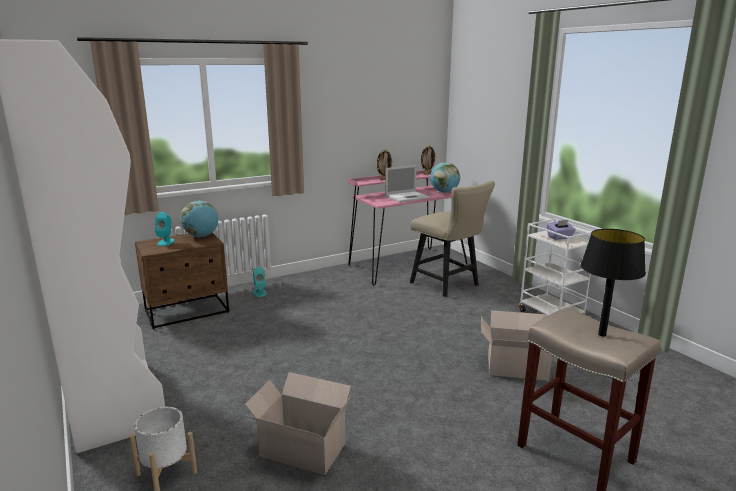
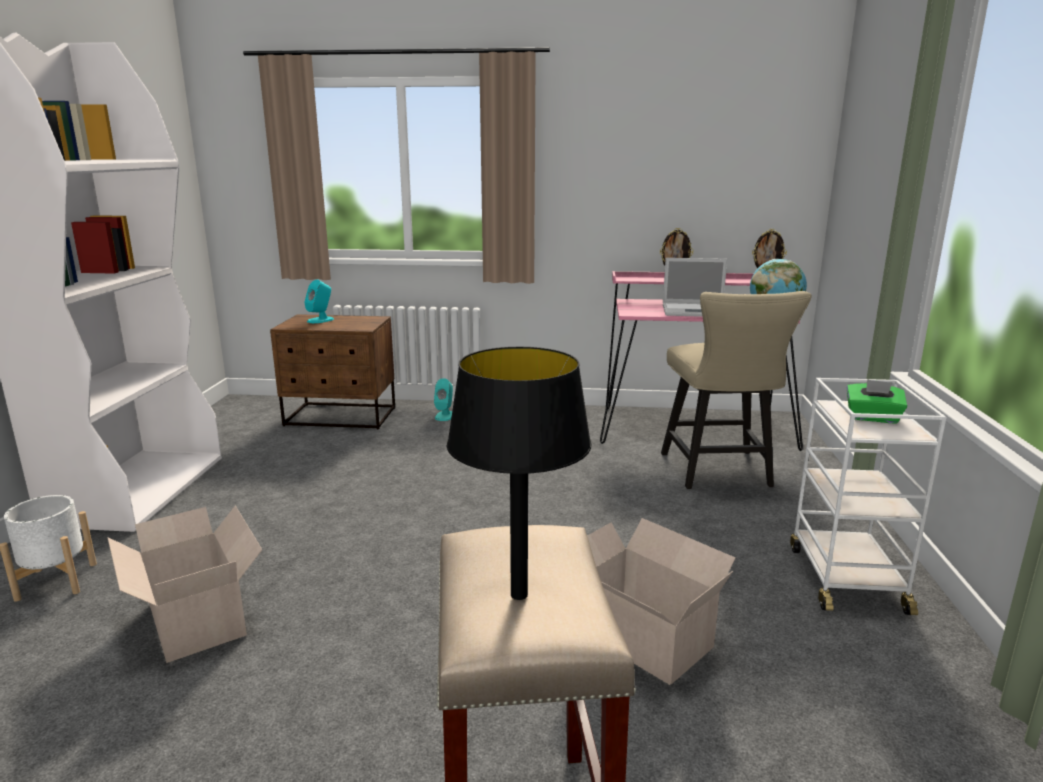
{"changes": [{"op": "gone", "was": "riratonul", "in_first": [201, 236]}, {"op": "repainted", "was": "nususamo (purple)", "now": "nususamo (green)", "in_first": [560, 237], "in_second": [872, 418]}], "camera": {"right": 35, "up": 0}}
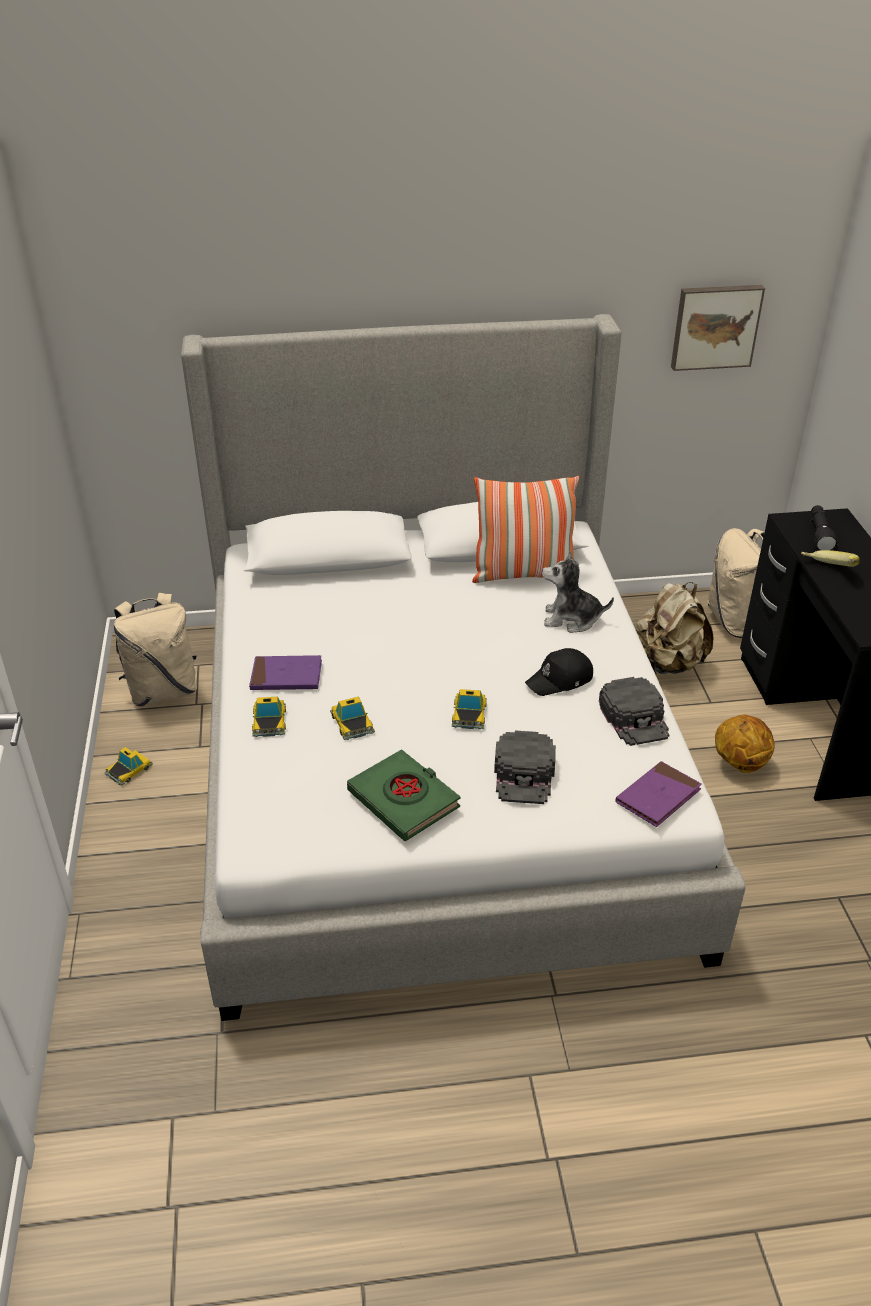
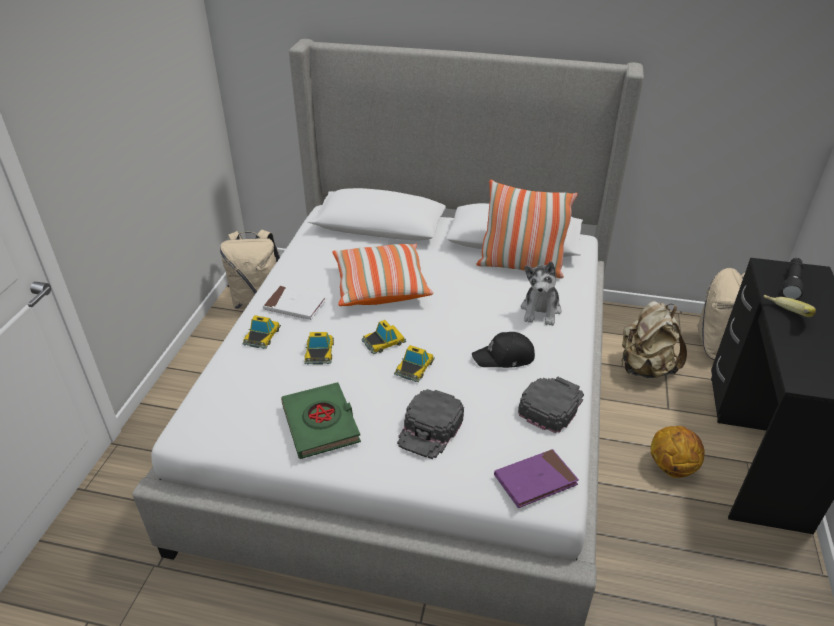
{"changes": [{"op": "gone", "was": "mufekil", "in_first": [715, 326]}, {"op": "new", "now": "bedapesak", "in_second": [380, 287]}, {"op": "shifted", "was": "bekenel", "in_first": [129, 769], "in_second": [383, 341]}, {"op": "repainted", "was": "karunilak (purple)", "now": "karunilak (white)", "in_first": [286, 676], "in_second": [295, 305]}, {"op": "rotated", "was": "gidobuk", "in_first": [571, 619], "in_second": [541, 310], "clockwise": -105}, {"op": "rotated", "was": "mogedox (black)", "in_first": [634, 717], "in_second": [551, 404], "clockwise": -150}], "camera": {"right": 20, "up": 0}}
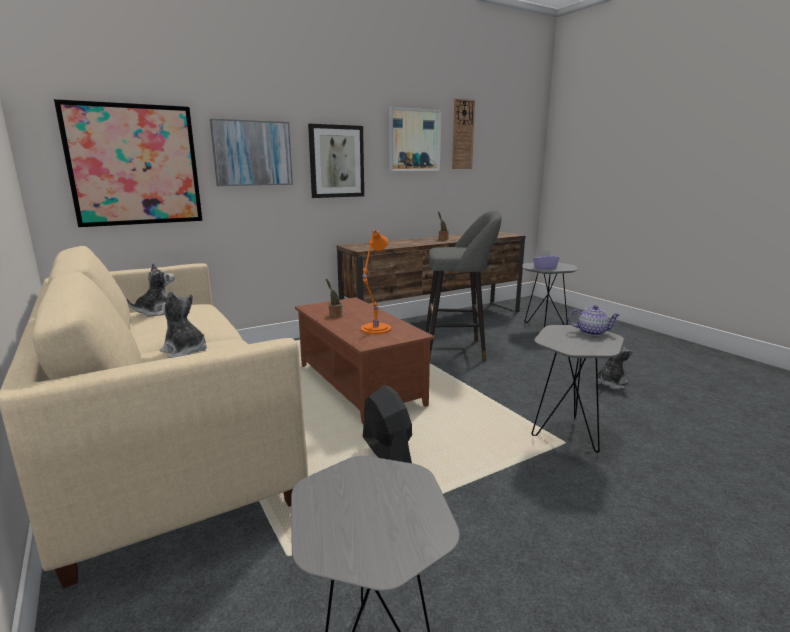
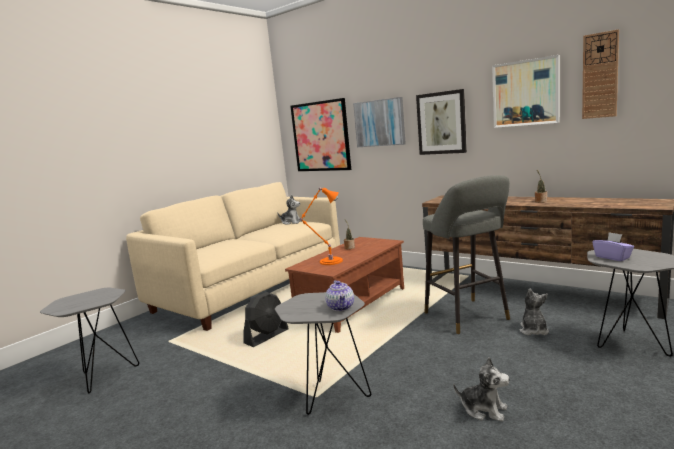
{"changes": [{"op": "shifted", "was": "gidobuk", "in_first": [185, 351], "in_second": [533, 330]}], "camera": {"right": 70, "up": -5}}
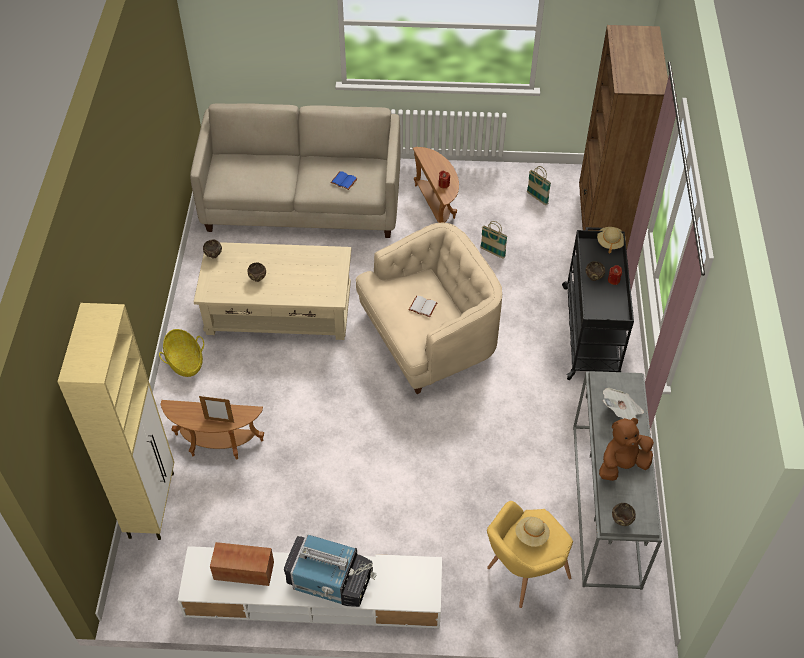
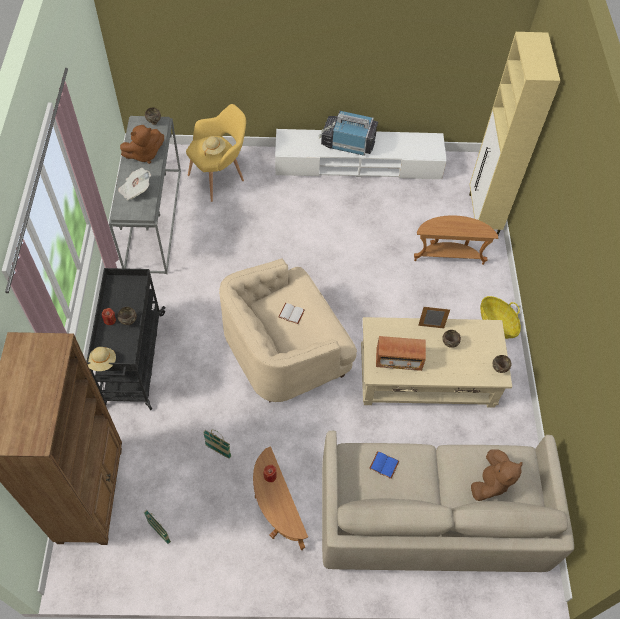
{"changes": [{"op": "new", "now": "gidobuk (brown)", "in_second": [490, 483]}, {"op": "shifted", "was": "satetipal", "in_first": [219, 420], "in_second": [431, 326]}, {"op": "shifted", "was": "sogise", "in_first": [244, 571], "in_second": [398, 360]}], "camera": {"right": 175, "up": 5}}
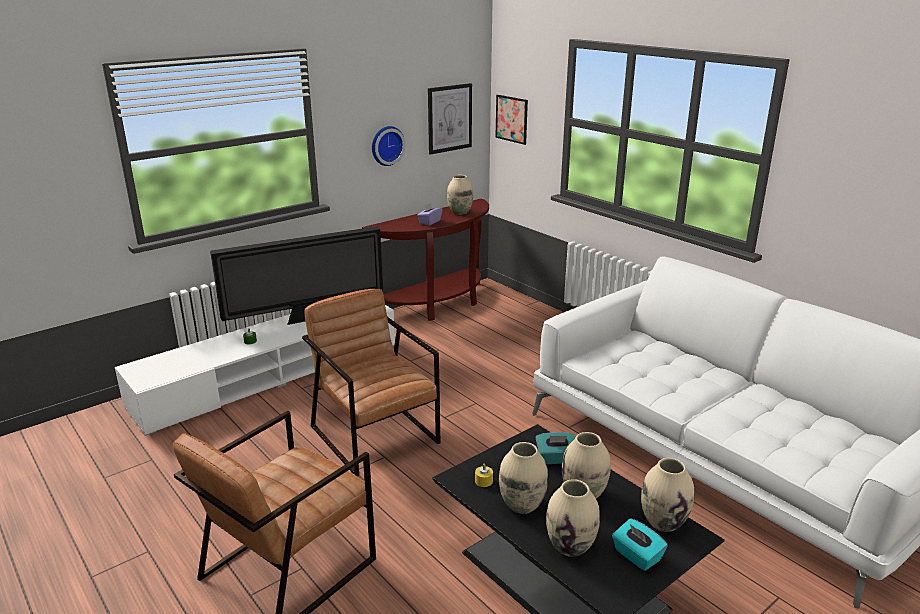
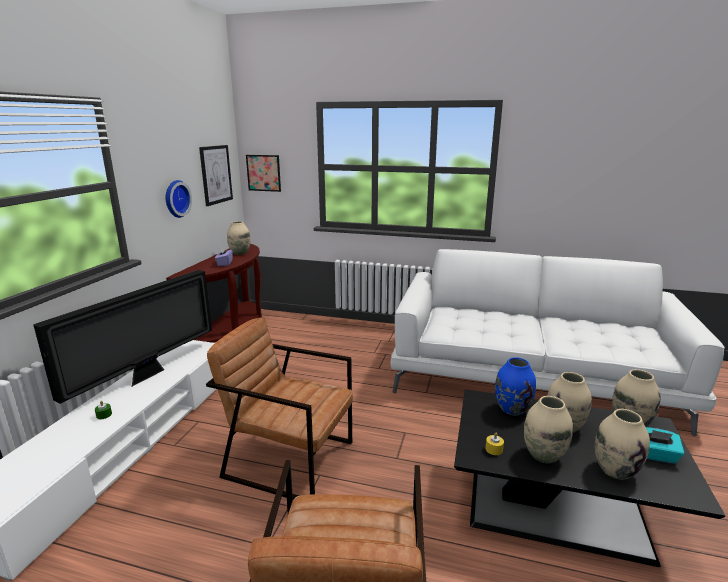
{"changes": [{"op": "swapped", "was": "nususamo (turquoise)", "now": "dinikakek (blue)", "in_first": [556, 458], "in_second": [512, 409]}], "camera": {"right": -35, "up": -5}}
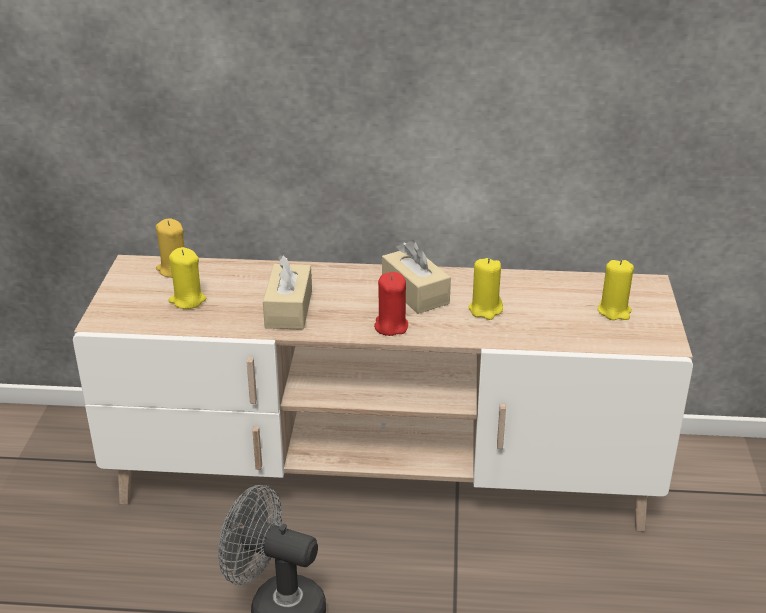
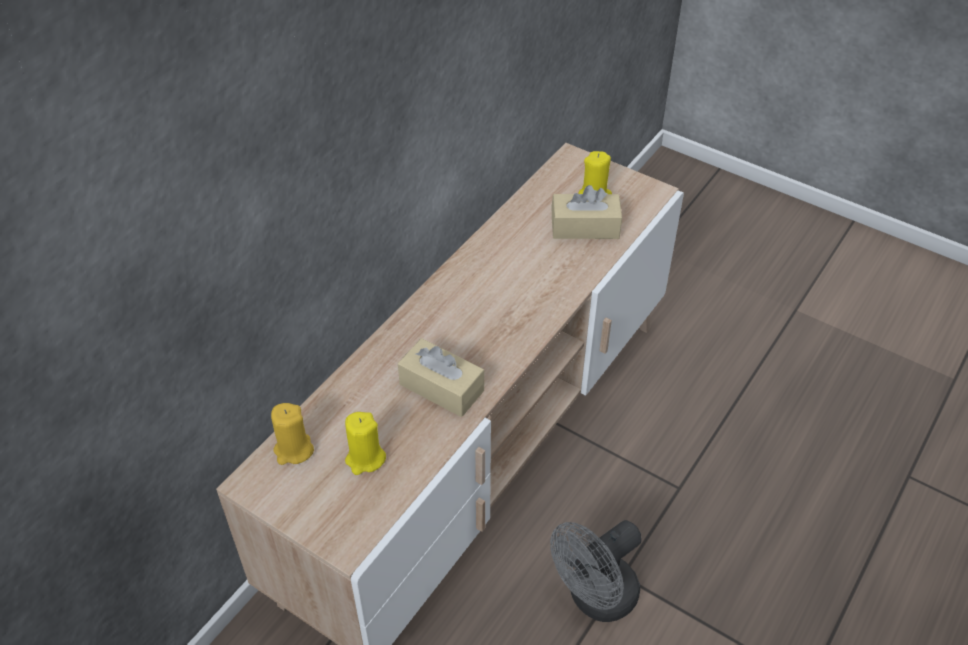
{"changes": [{"op": "gone", "was": "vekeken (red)", "in_first": [391, 326]}, {"op": "gone", "was": "vekeken (yellow)", "in_first": [485, 310]}, {"op": "shifted", "was": "nususamo (beige)", "in_first": [415, 292], "in_second": [585, 227]}], "camera": {"right": -60, "up": 15}}
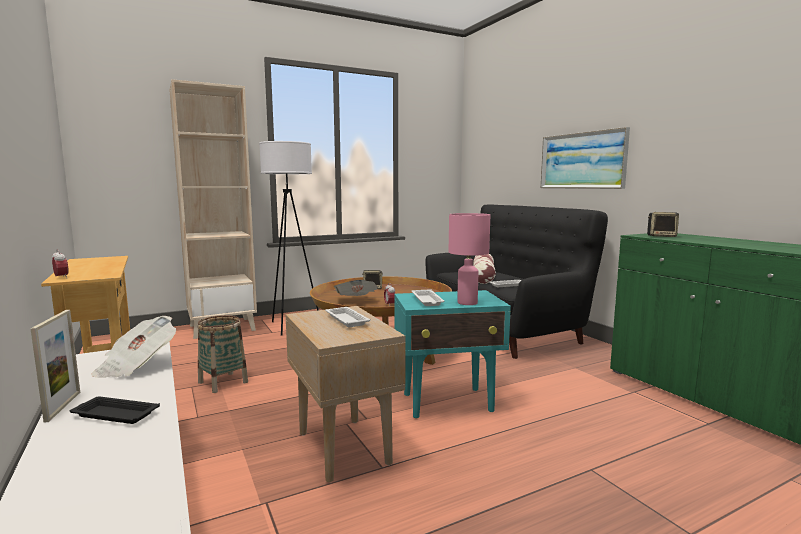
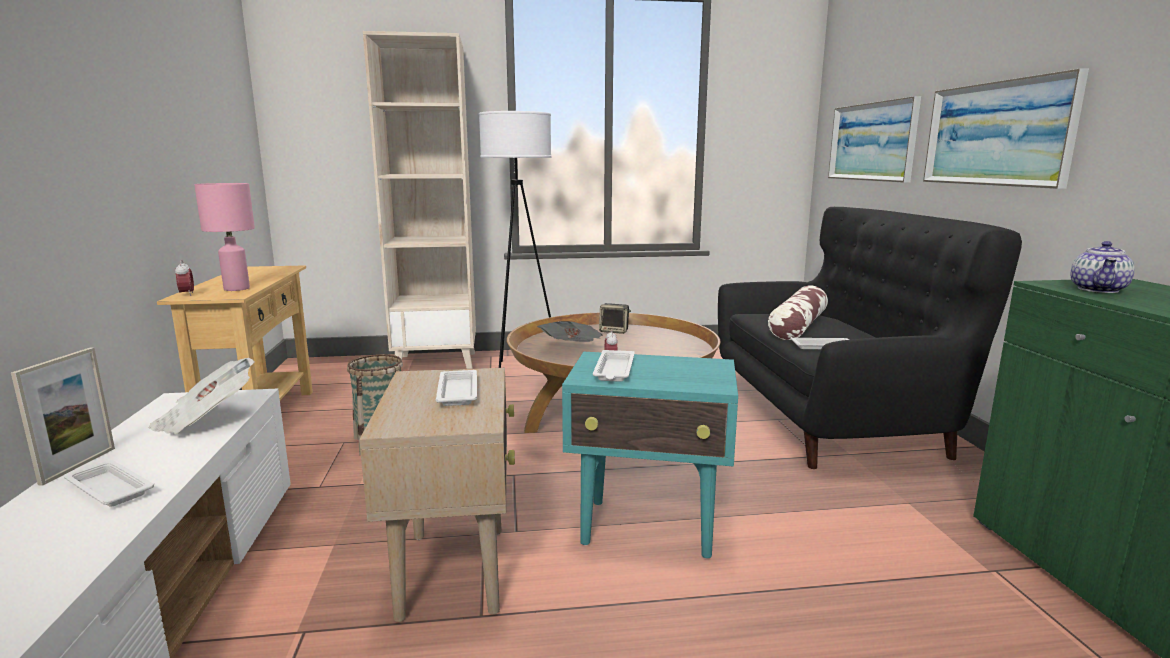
{"changes": [{"op": "new", "now": "mufekil", "in_second": [872, 142]}, {"op": "shifted", "was": "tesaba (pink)", "in_first": [467, 302], "in_second": [237, 288]}, {"op": "swapped", "was": "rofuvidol", "now": "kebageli", "in_first": [661, 236], "in_second": [1099, 290]}, {"op": "repainted", "was": "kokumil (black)", "now": "kokumil (white)", "in_first": [114, 414], "in_second": [109, 488]}], "camera": {"right": 20, "up": 5}}
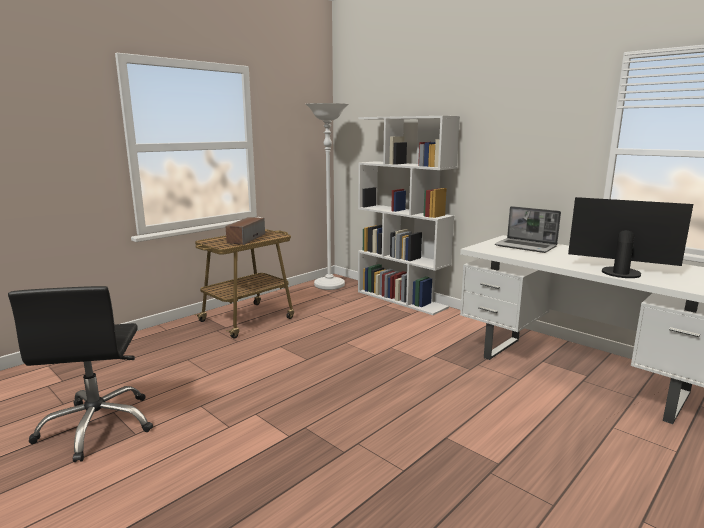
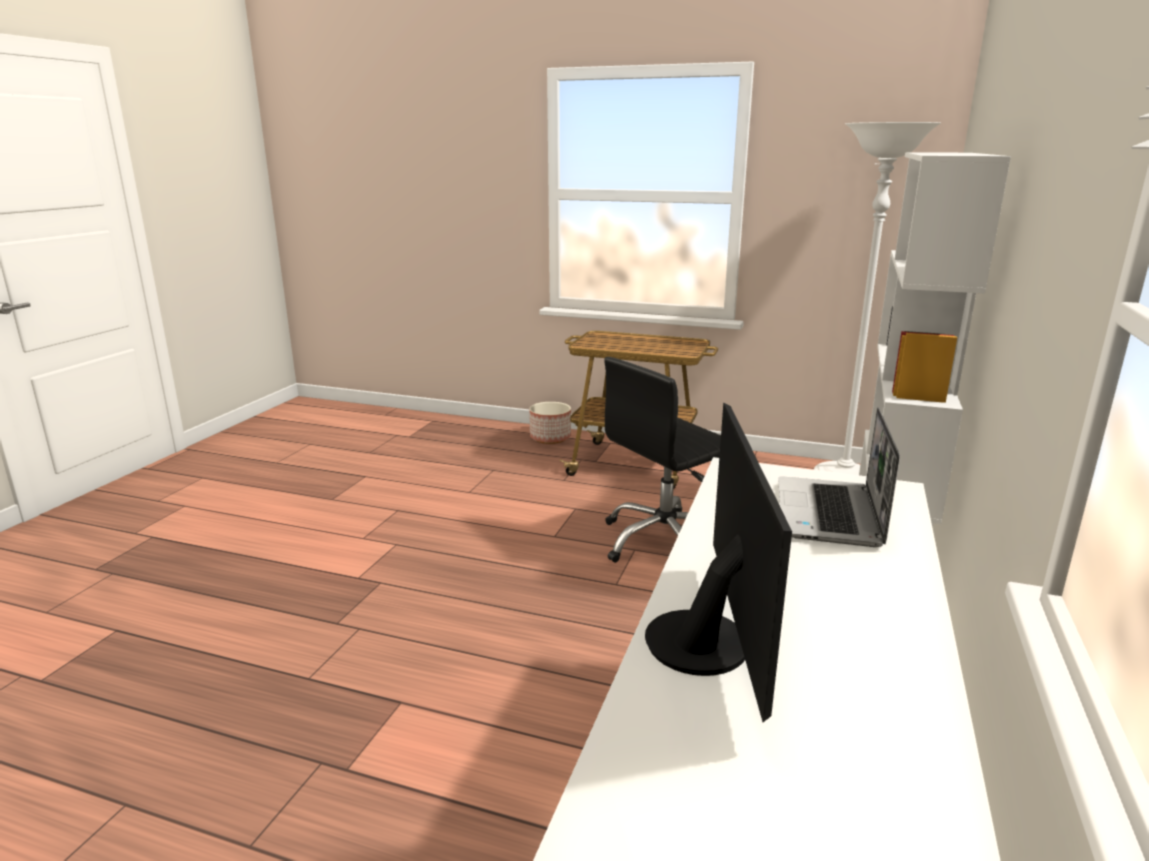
{"changes": [{"op": "gone", "was": "rofuvidol", "in_first": [246, 238]}, {"op": "new", "now": "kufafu", "in_second": [550, 438]}, {"op": "shifted", "was": "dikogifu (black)", "in_first": [98, 426], "in_second": [664, 541]}], "camera": {"right": 65, "up": 5}}
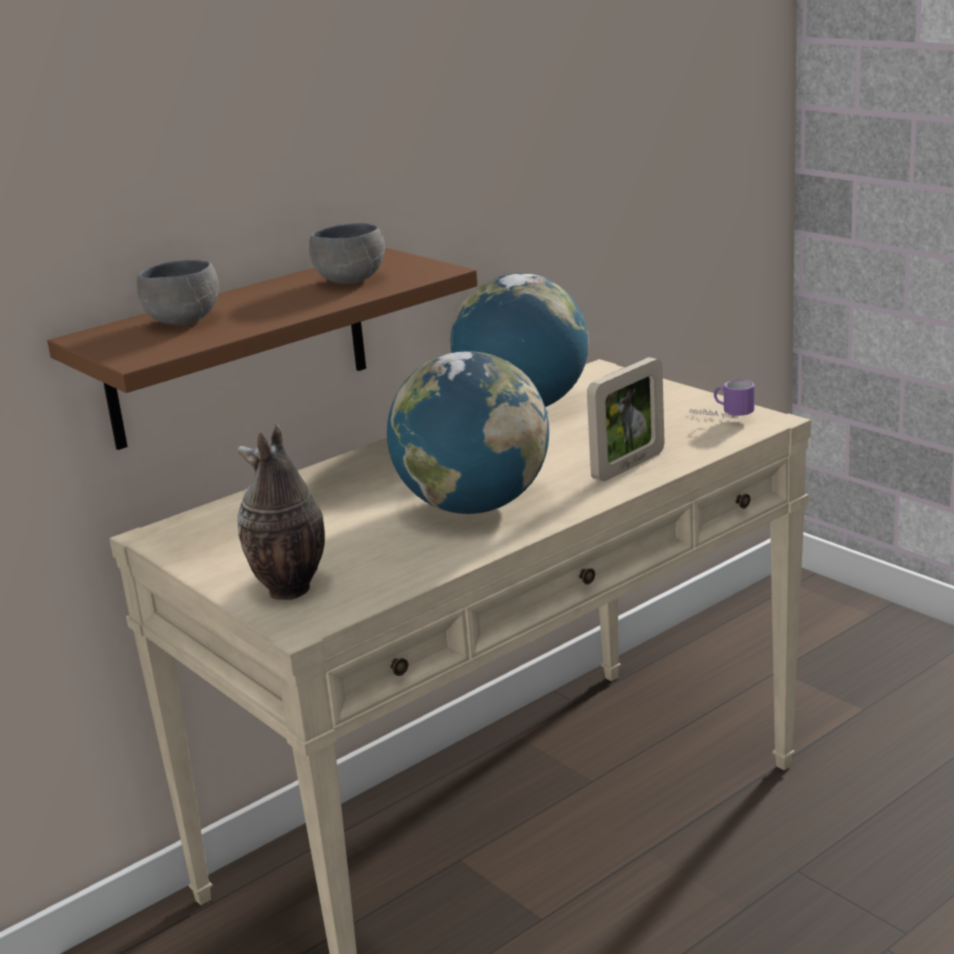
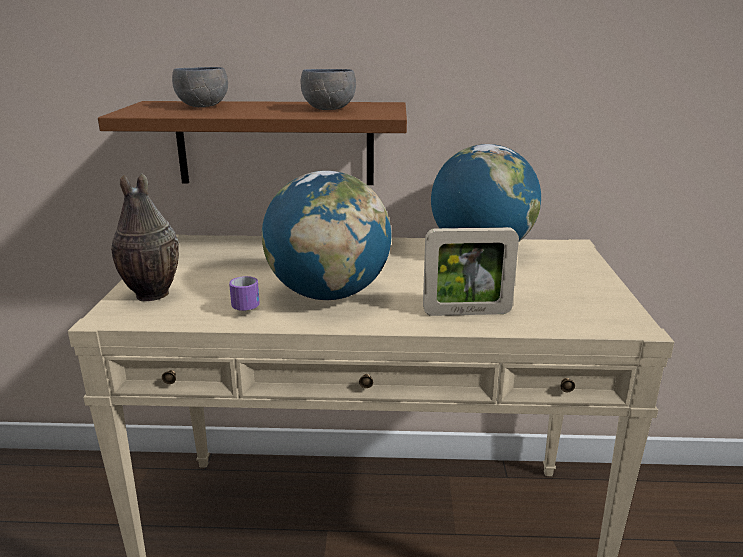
{"changes": [{"op": "shifted", "was": "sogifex", "in_first": [721, 417], "in_second": [243, 306]}], "camera": {"right": 40, "up": 0}}
